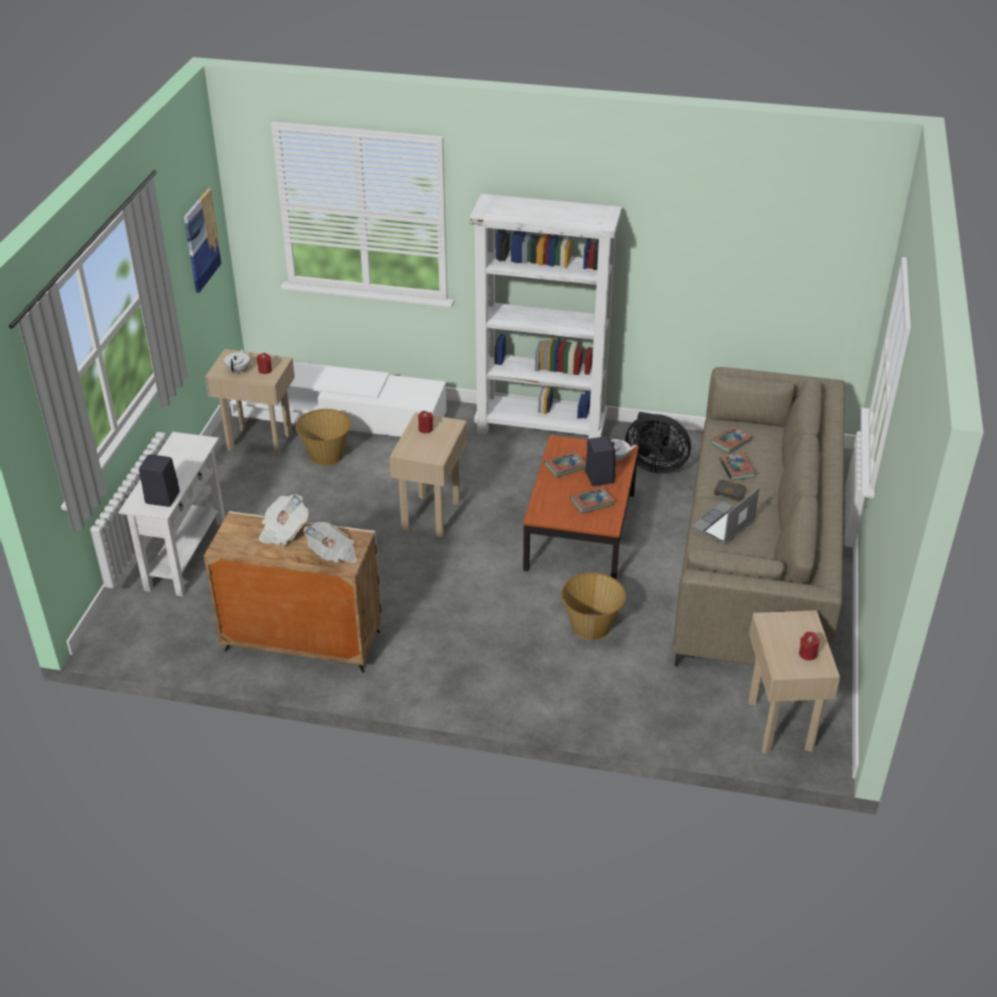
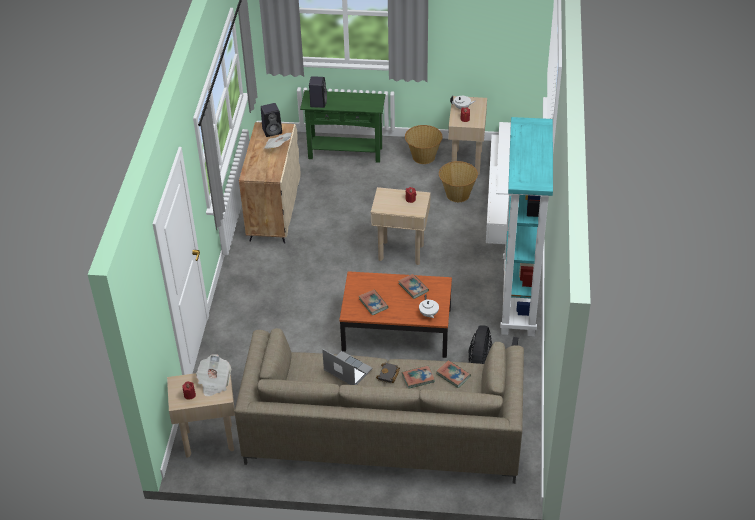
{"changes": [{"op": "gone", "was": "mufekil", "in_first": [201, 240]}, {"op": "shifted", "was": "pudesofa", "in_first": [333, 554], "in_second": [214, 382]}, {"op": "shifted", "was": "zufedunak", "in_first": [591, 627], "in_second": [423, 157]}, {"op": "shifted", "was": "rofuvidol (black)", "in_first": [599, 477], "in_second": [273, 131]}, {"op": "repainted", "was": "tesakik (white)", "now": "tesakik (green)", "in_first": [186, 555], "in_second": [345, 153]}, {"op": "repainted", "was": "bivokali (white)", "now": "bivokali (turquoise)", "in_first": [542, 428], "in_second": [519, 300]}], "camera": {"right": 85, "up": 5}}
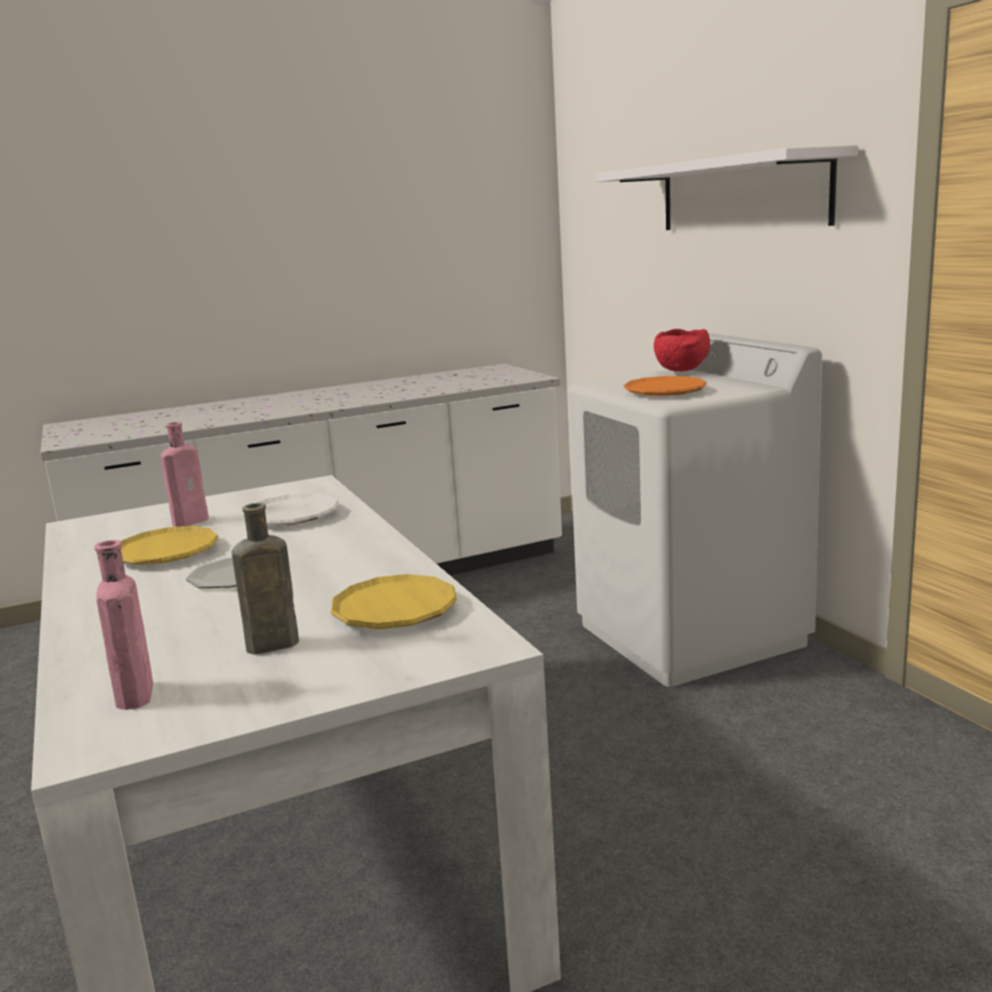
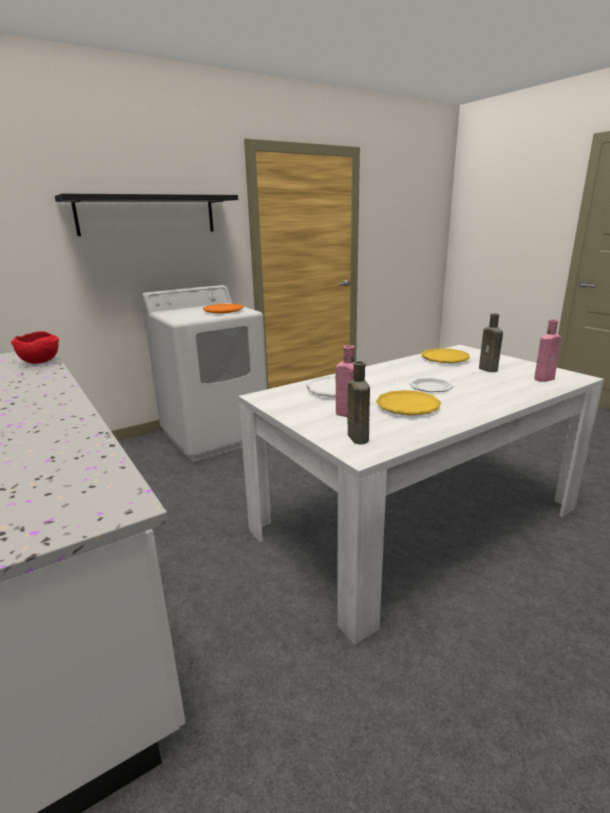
{"changes": [{"op": "new", "now": "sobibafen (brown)", "in_second": [357, 437]}, {"op": "shifted", "was": "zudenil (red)", "in_first": [683, 371], "in_second": [41, 362]}, {"op": "repainted", "was": "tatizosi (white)", "now": "tatizosi (black)", "in_first": [741, 194], "in_second": [147, 215]}], "camera": {"right": -100, "up": 5}}
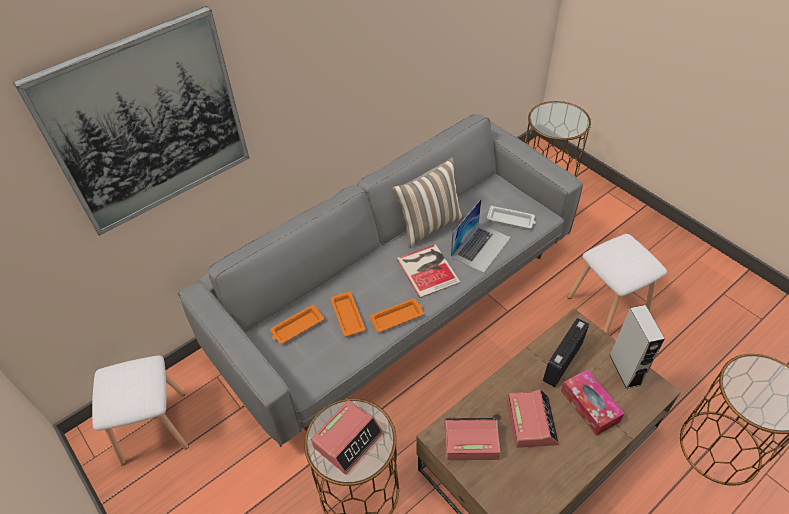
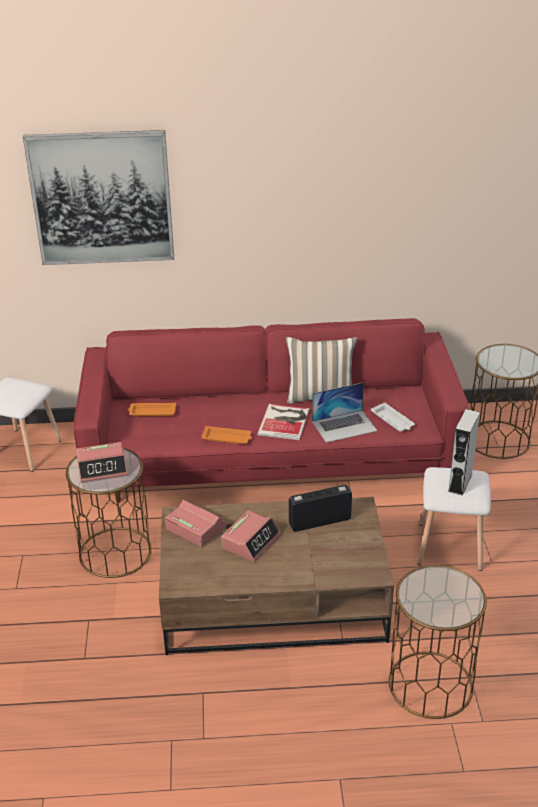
{"changes": [{"op": "gone", "was": "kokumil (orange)", "in_first": [347, 315]}, {"op": "gone", "was": "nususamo", "in_first": [589, 406]}, {"op": "shifted", "was": "rofuvidol (grey)", "in_first": [625, 369], "in_second": [460, 482]}, {"op": "repainted", "was": "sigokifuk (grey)", "now": "sigokifuk (red)", "in_first": [396, 299], "in_second": [270, 457]}], "camera": {"right": 35, "up": -15}}
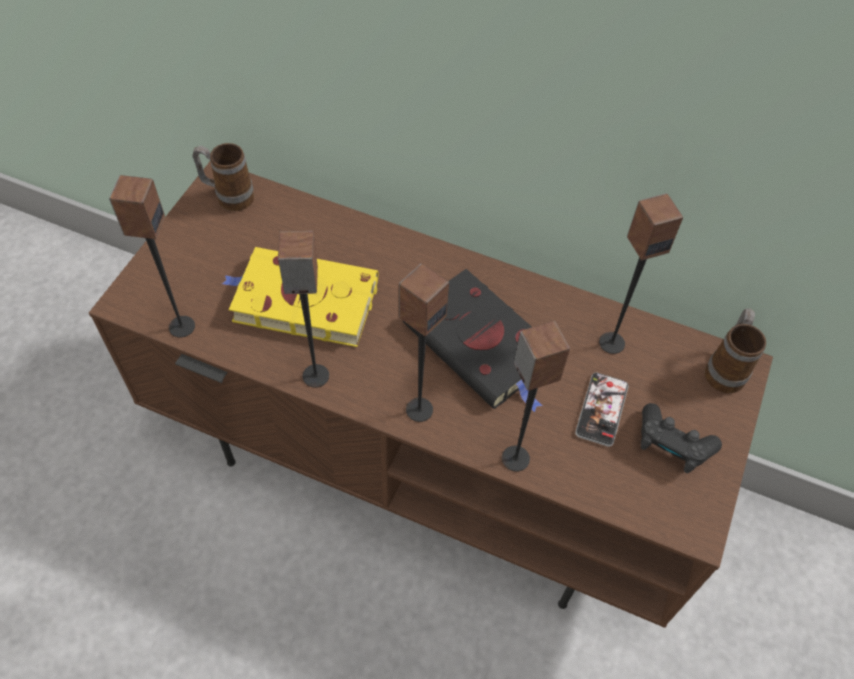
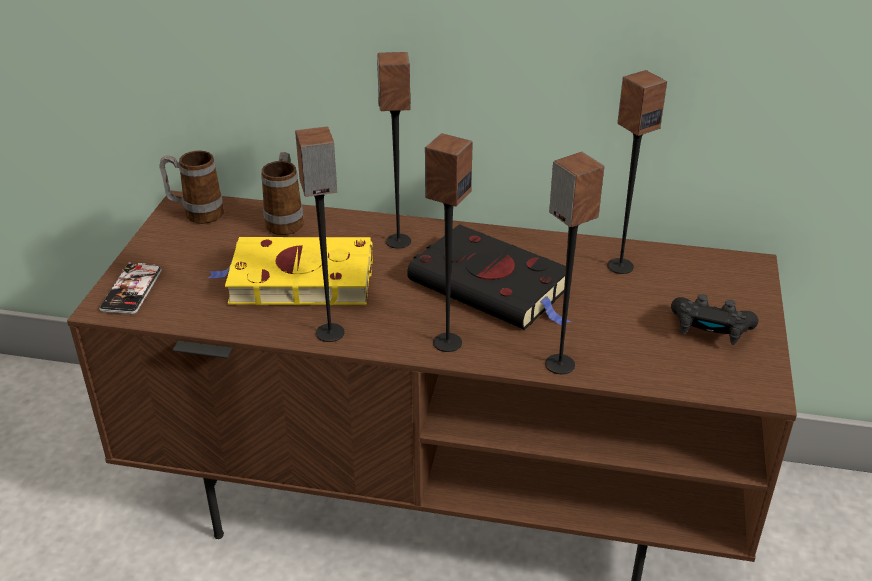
{"changes": [{"op": "shifted", "was": "rofuvidol", "in_first": [181, 326], "in_second": [397, 241]}, {"op": "shifted", "was": "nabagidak", "in_first": [601, 409], "in_second": [131, 290]}, {"op": "shifted", "was": "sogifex", "in_first": [725, 369], "in_second": [286, 220]}], "camera": {"right": -10, "up": -20}}
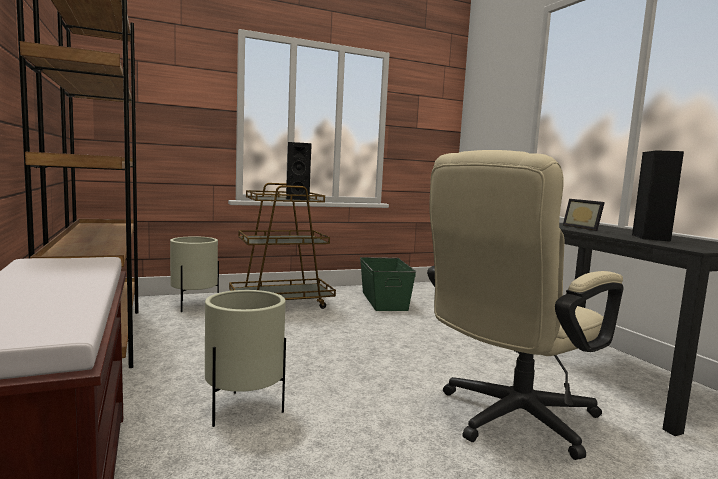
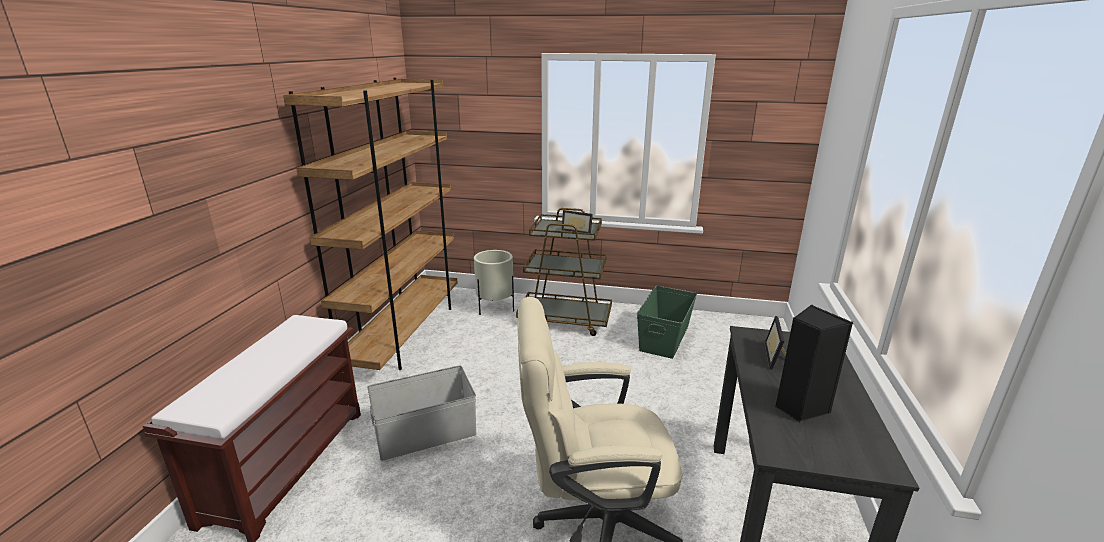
{"changes": [{"op": "swapped", "was": "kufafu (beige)", "now": "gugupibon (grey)", "in_first": [244, 409], "in_second": [426, 434]}, {"op": "swapped", "was": "rofuvidol (black)", "now": "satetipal", "in_first": [297, 199], "in_second": [577, 230]}], "camera": {"right": 35, "up": 15}}
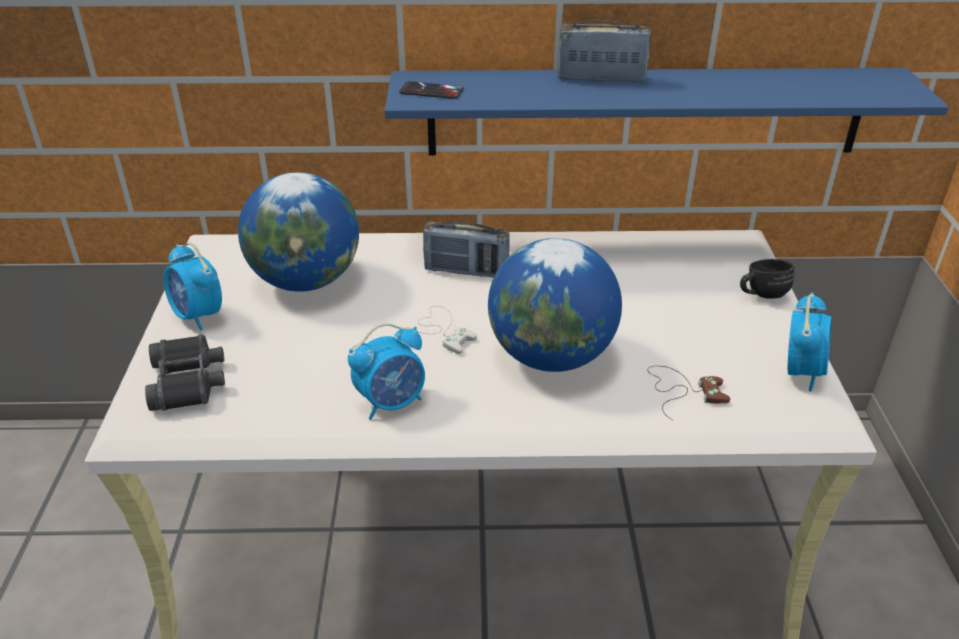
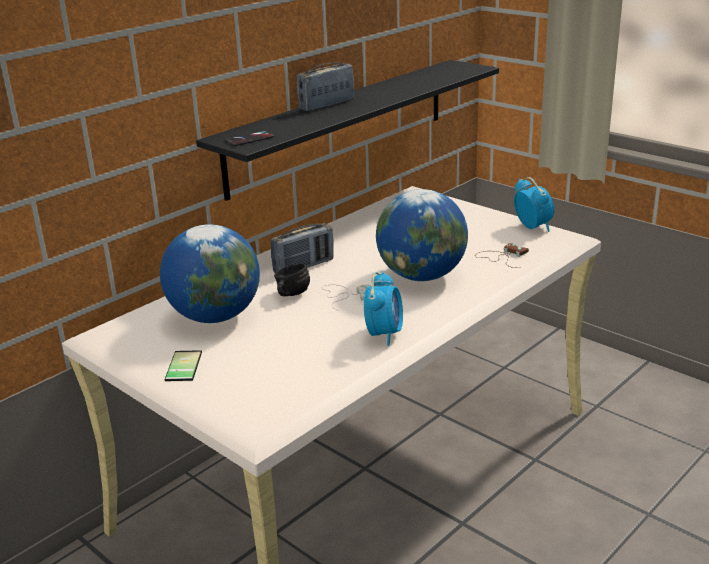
{"changes": [{"op": "gone", "was": "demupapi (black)", "in_first": [188, 381]}, {"op": "shifted", "was": "sogifex (black)", "in_first": [760, 294], "in_second": [290, 295]}, {"op": "swapped", "was": "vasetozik", "now": "nabagidak", "in_first": [198, 316], "in_second": [180, 366]}, {"op": "repainted", "was": "tatizosi (blue)", "now": "tatizosi (black)", "in_first": [645, 112], "in_second": [340, 125]}], "camera": {"right": -45, "up": -10}}
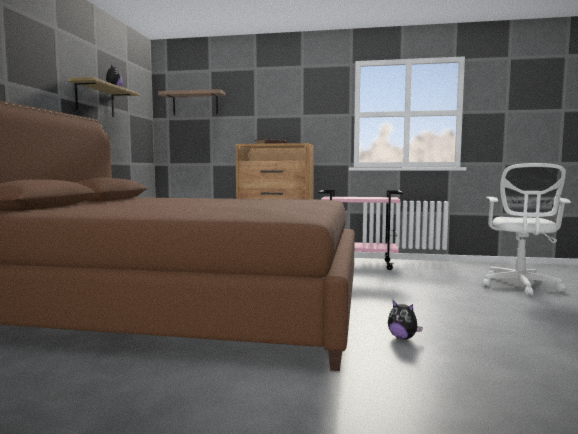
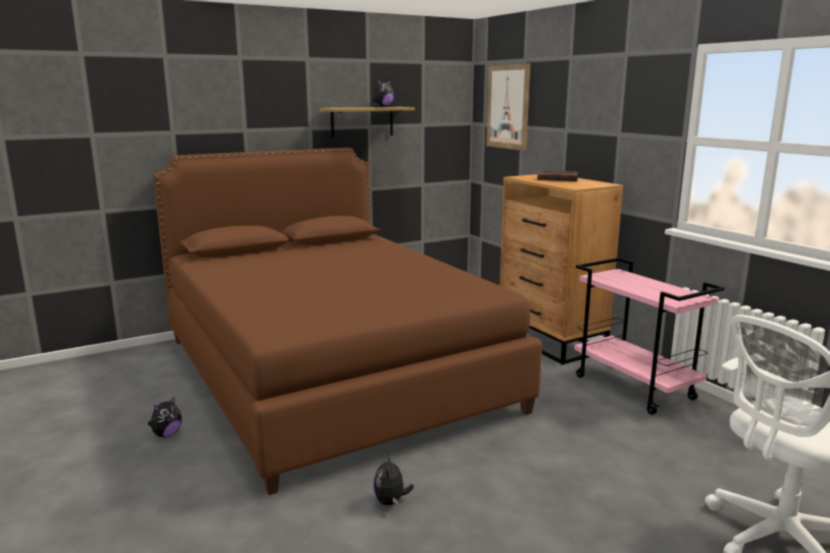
{"changes": [{"op": "new", "now": "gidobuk", "in_second": [167, 434]}, {"op": "swapped", "was": "tatizosi", "now": "mufekil", "in_first": [195, 104], "in_second": [507, 107]}], "camera": {"right": 50, "up": 10}}
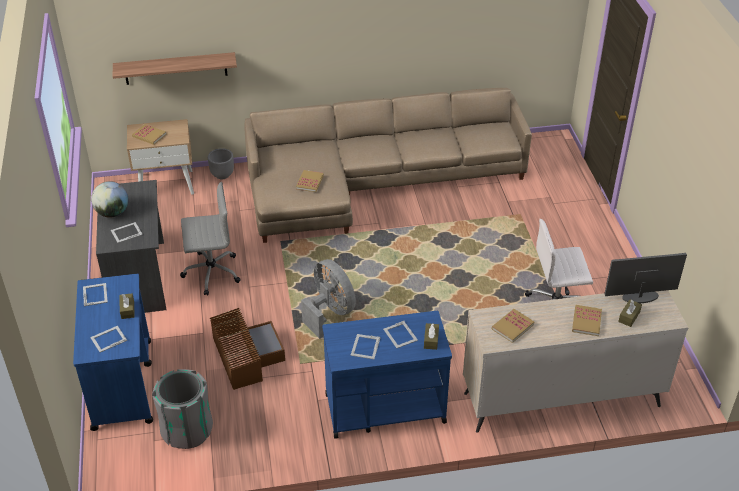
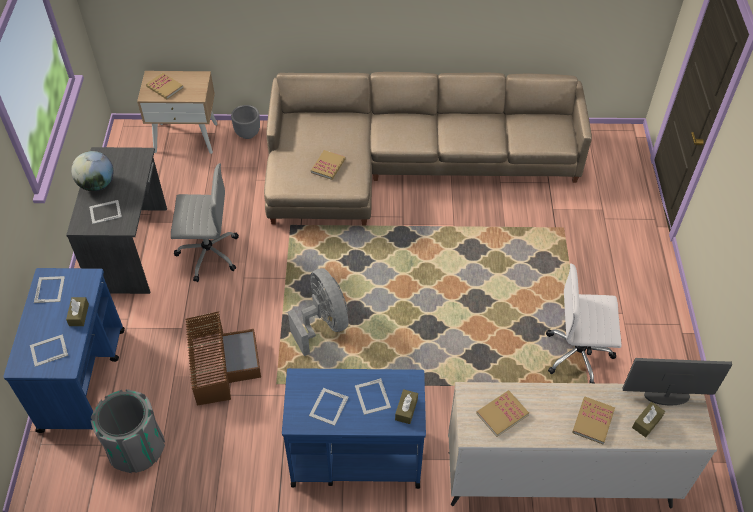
{"changes": [{"op": "gone", "was": "tatizosi", "in_first": [175, 68]}], "camera": {"right": 10, "up": 10}}
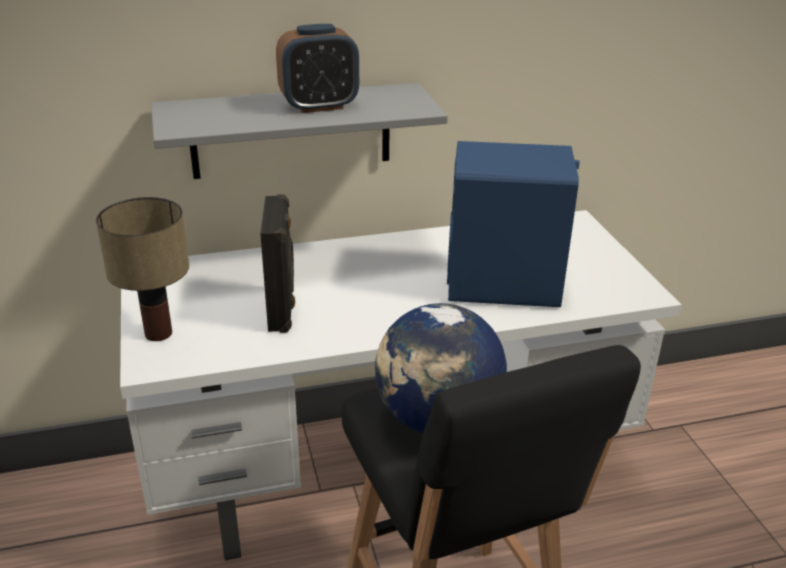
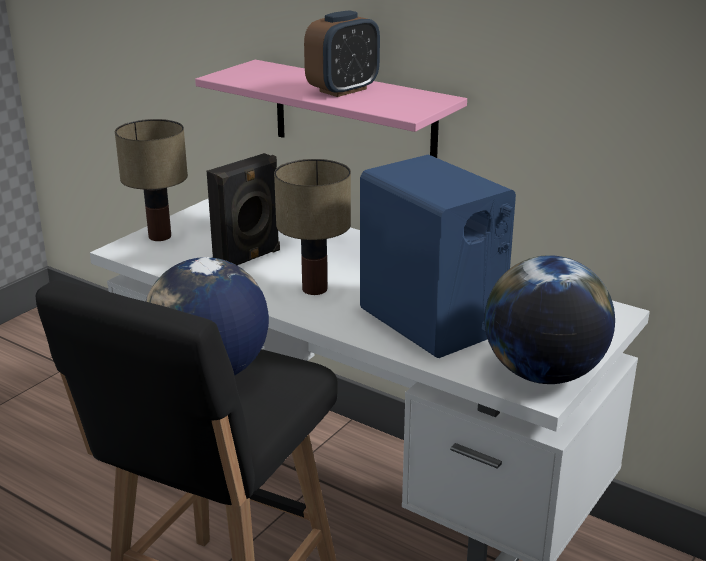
{"changes": [{"op": "new", "now": "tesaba", "in_second": [316, 289]}, {"op": "new", "now": "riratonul", "in_second": [543, 374]}, {"op": "repainted", "was": "tatizosi (grey)", "now": "tatizosi (pink)", "in_first": [291, 131], "in_second": [354, 115]}, {"op": "rotated", "was": "vasetozik", "in_first": [319, 106], "in_second": [343, 90], "clockwise": -75}], "camera": {"right": 50, "up": -5}}
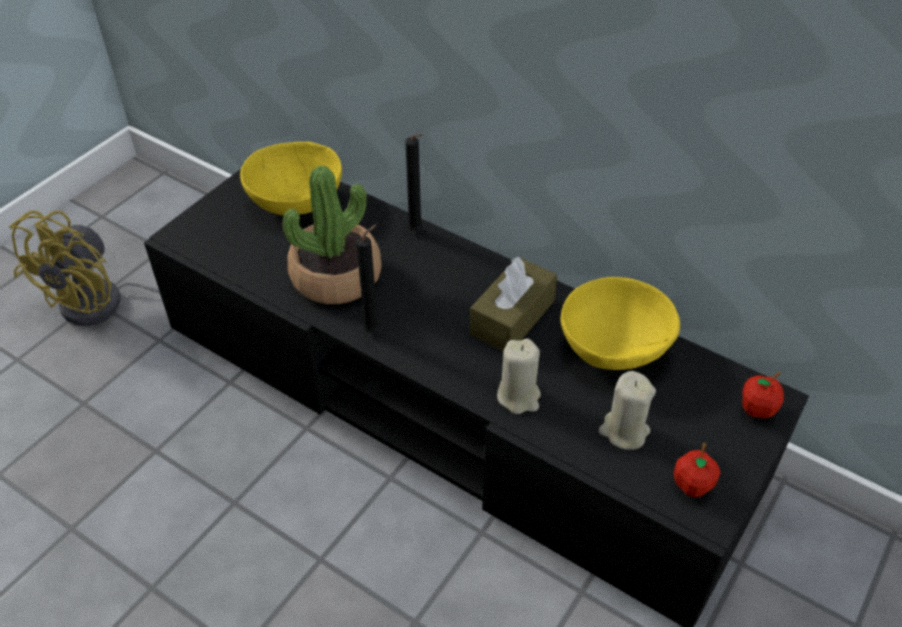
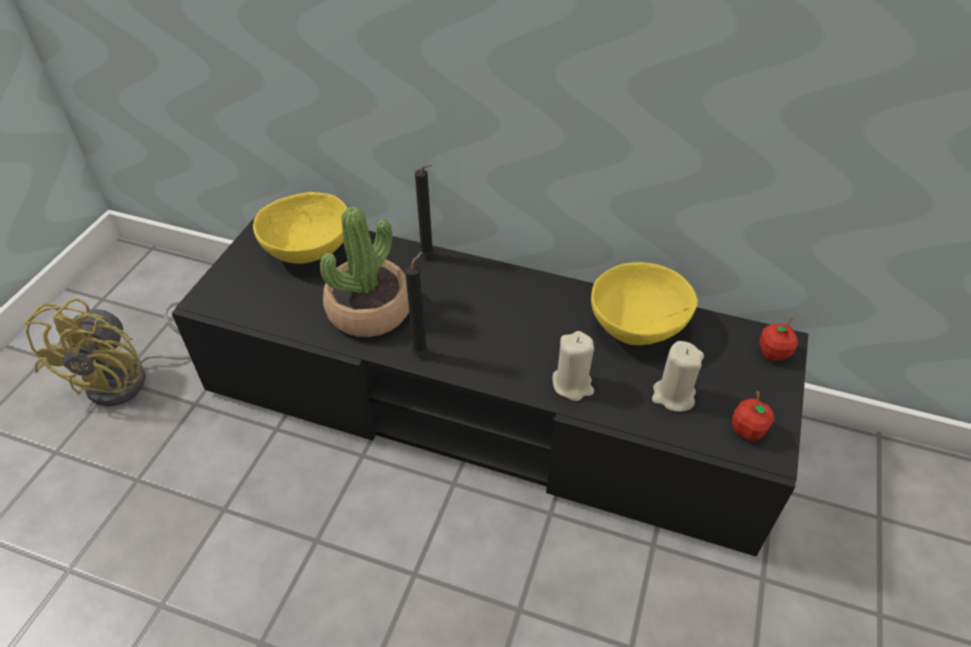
{"changes": [{"op": "gone", "was": "nususamo (brown)", "in_first": [512, 317]}], "camera": {"right": -15, "up": 0}}
